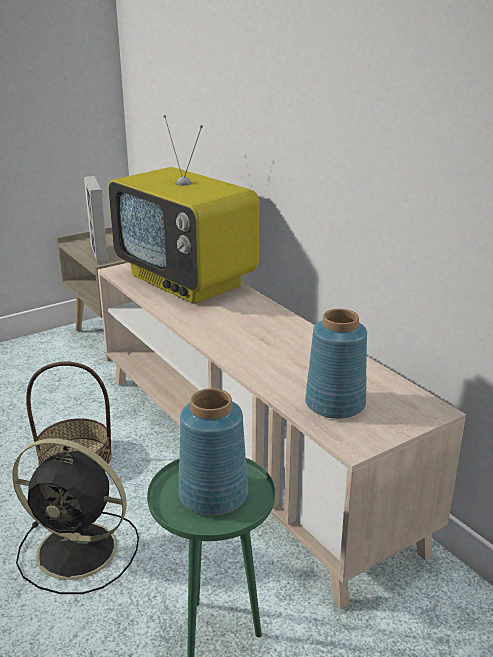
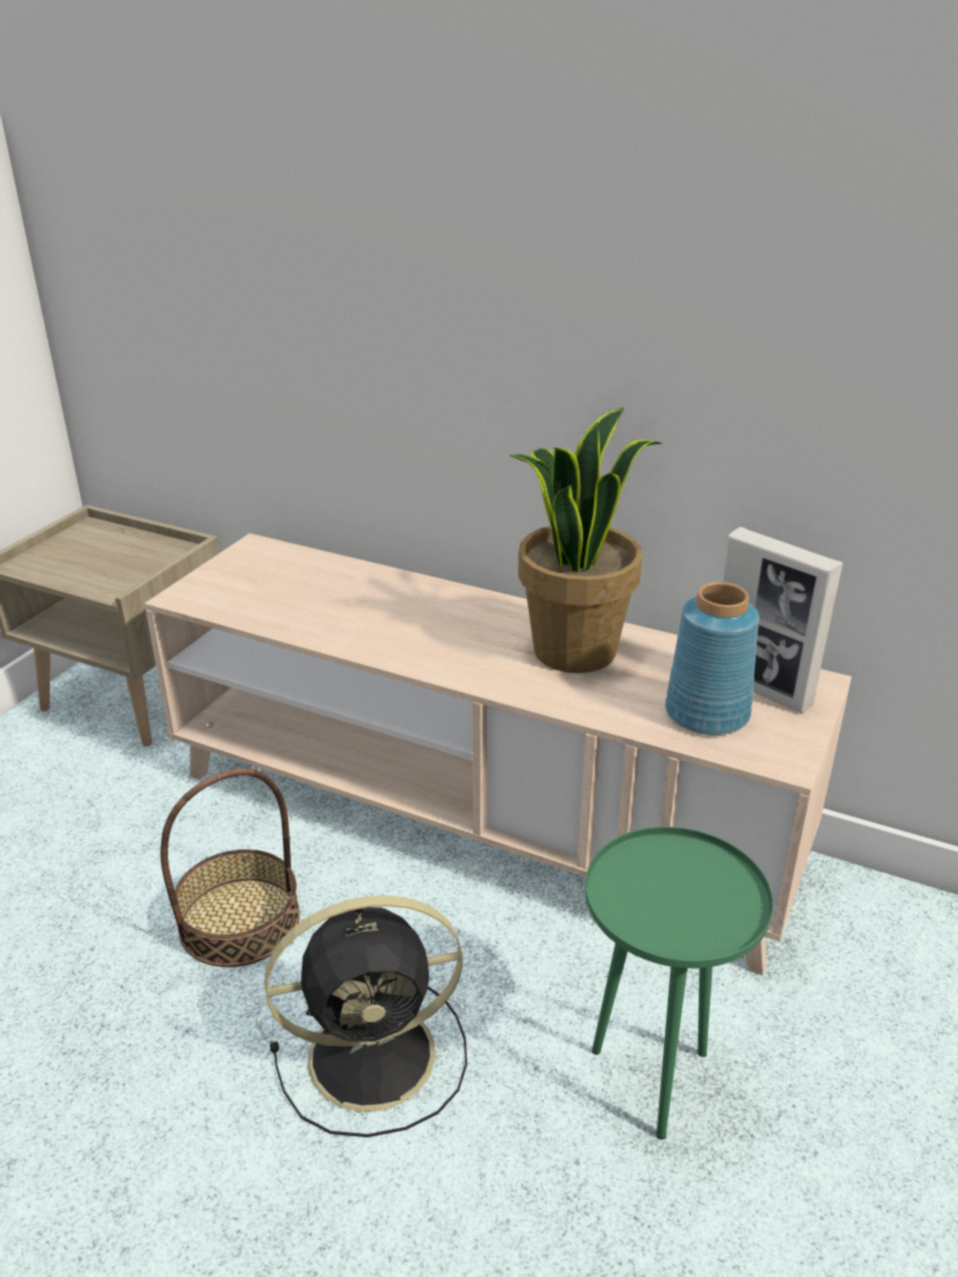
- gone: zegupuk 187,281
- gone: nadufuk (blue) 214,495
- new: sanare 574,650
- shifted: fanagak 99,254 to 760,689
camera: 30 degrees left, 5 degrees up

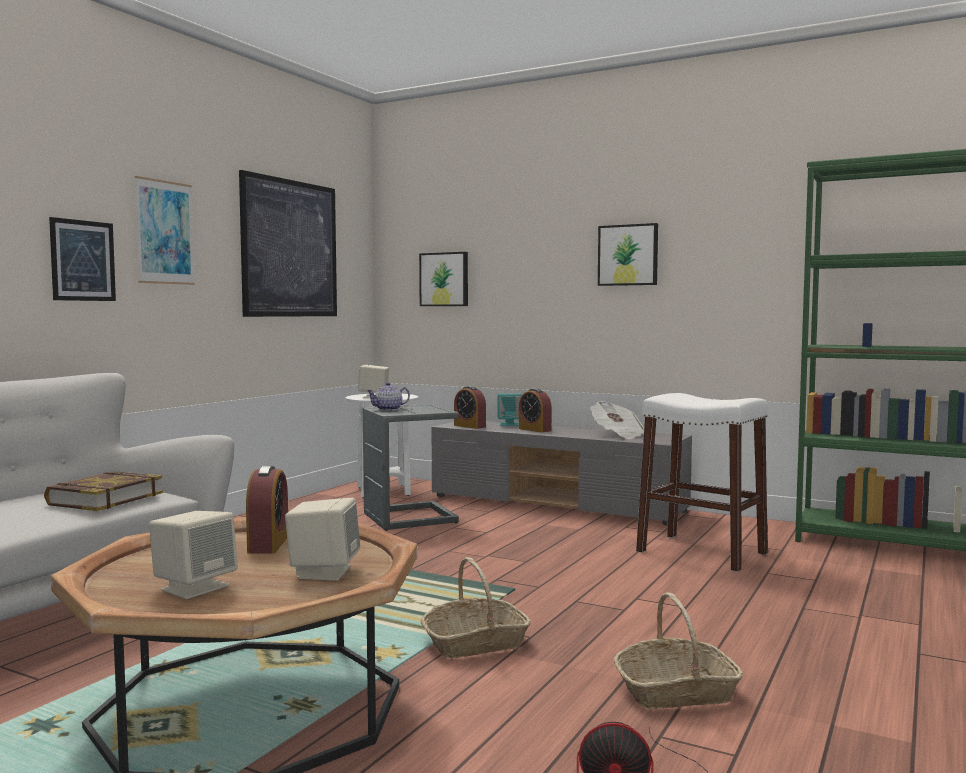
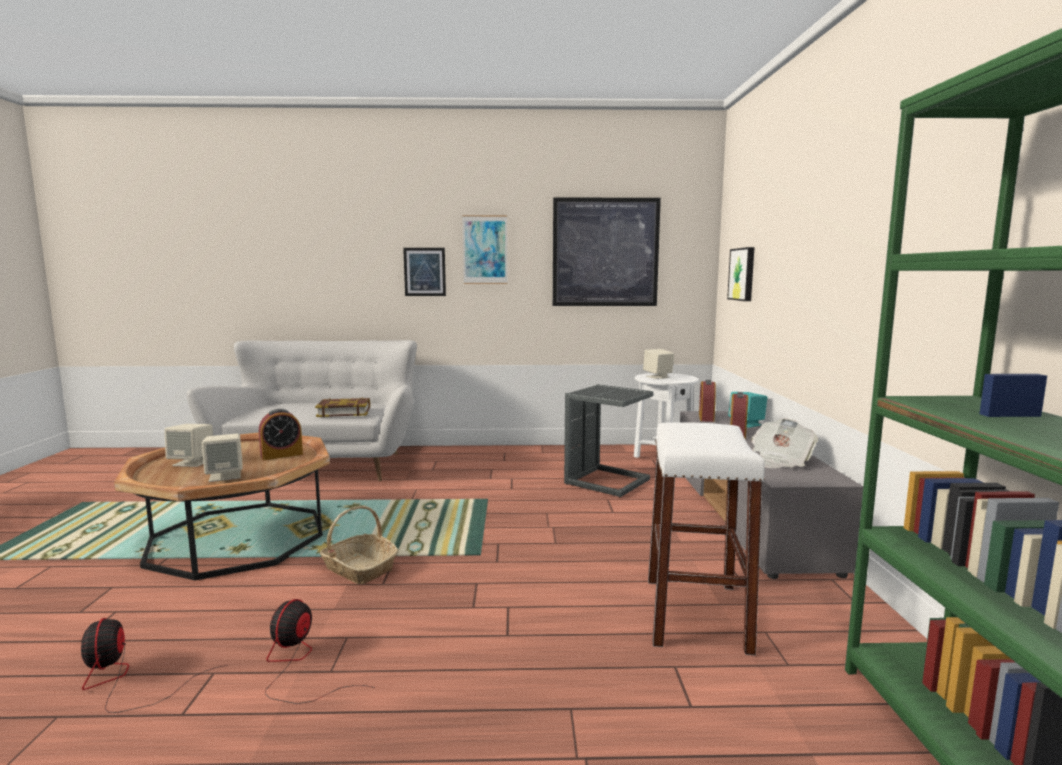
- gone: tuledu 388,409
- gone: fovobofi 628,255
- swapped: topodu 676,691 to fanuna 298,665
camera: 60 degrees right, 5 degrees up

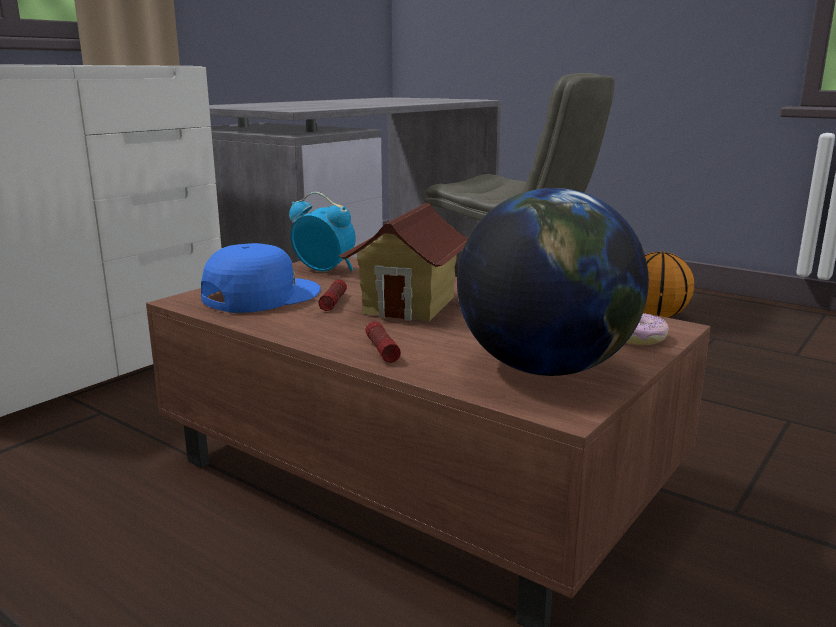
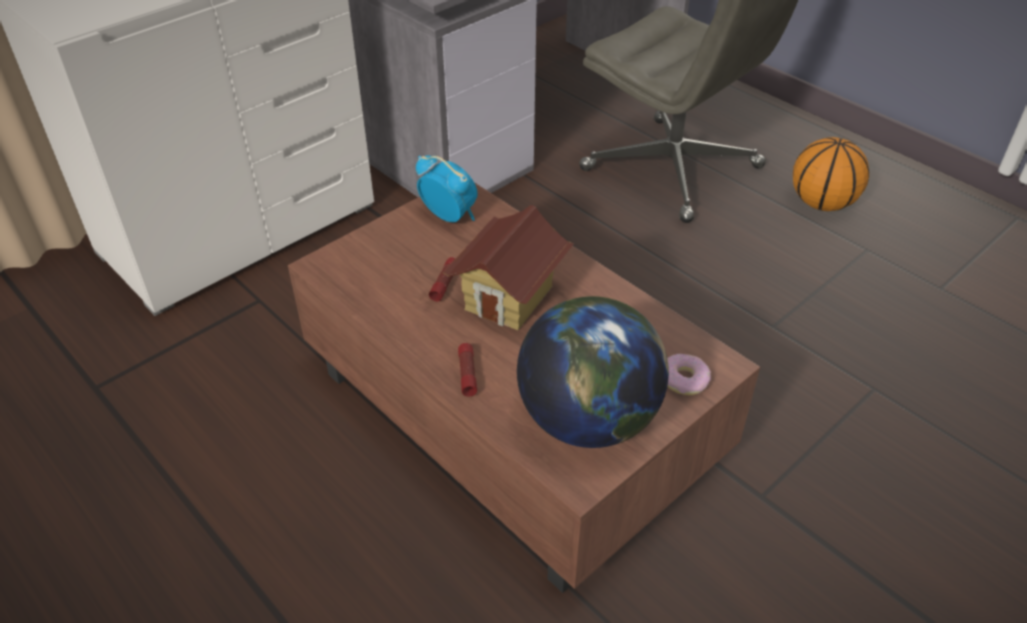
- gone: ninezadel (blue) 260,295
camera: 10 degrees right, 25 degrees up

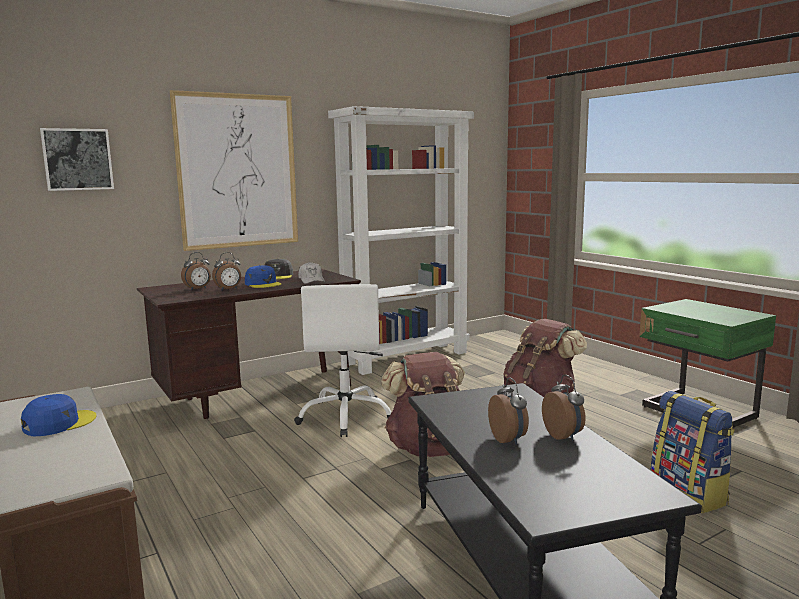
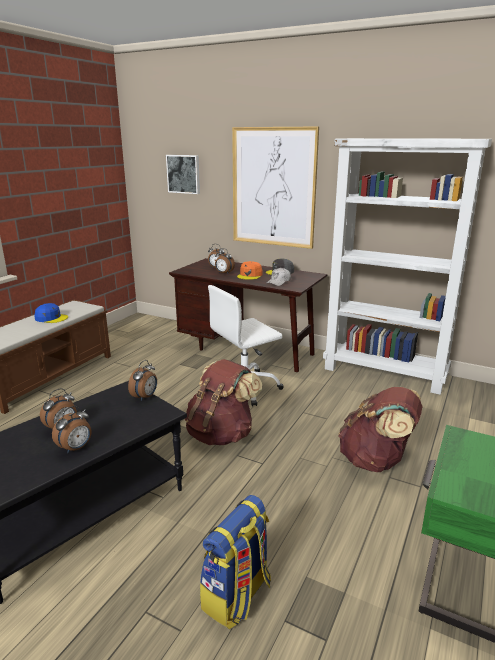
- new: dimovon 145,397
- repainted: ninezadel (blue) 263,284 to ninezadel (orange) 250,275
camera: 60 degrees right, 10 degrees up

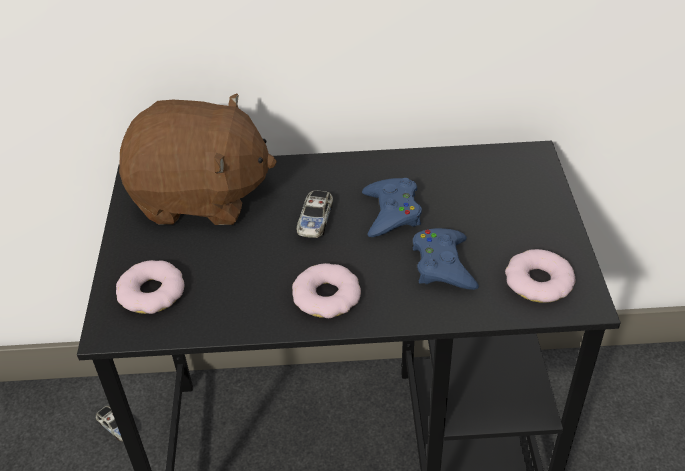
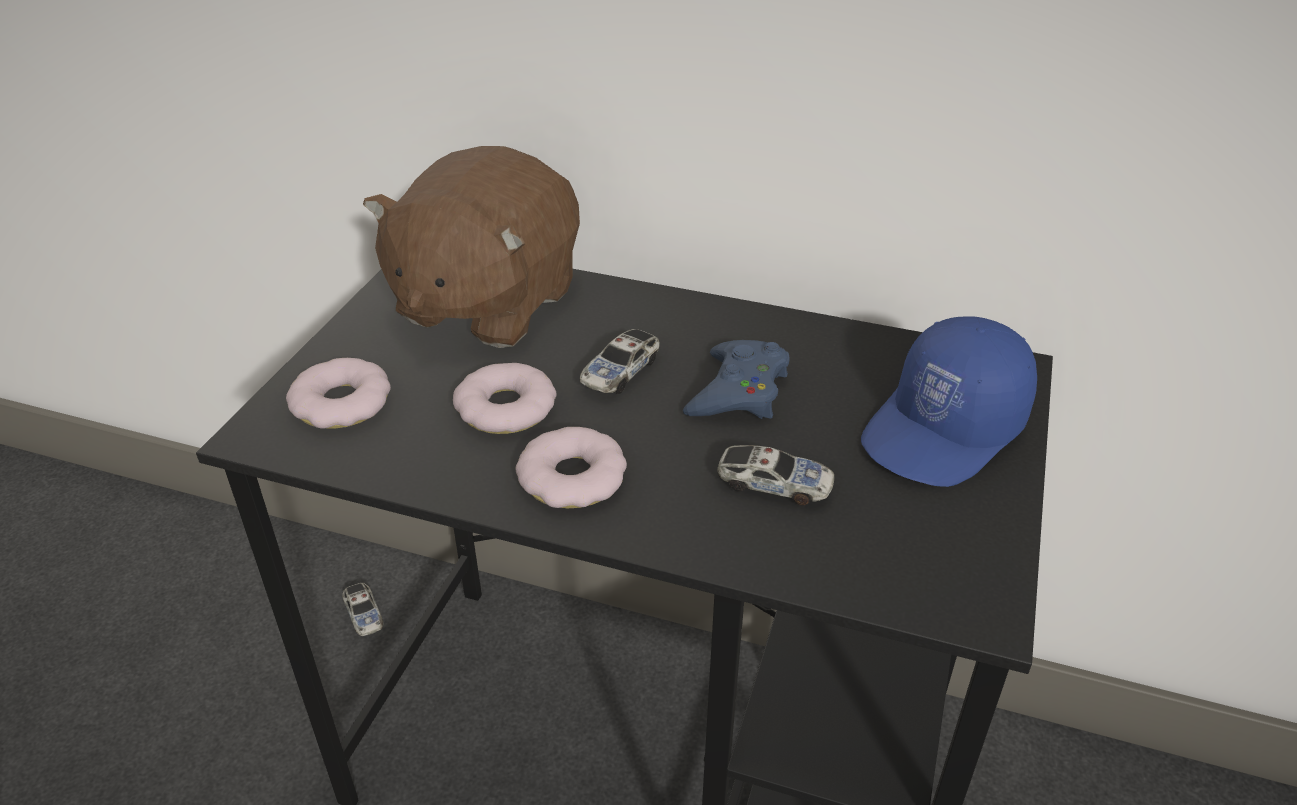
- new: ninezadel (blue) 945,431
- shifted: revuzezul 538,282 to 505,408
- swapped: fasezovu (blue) 443,265 to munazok 774,485
- rotated: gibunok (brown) 201,197 = 485,303 90 degrees clockwise
camera: 20 degrees right, 5 degrees down

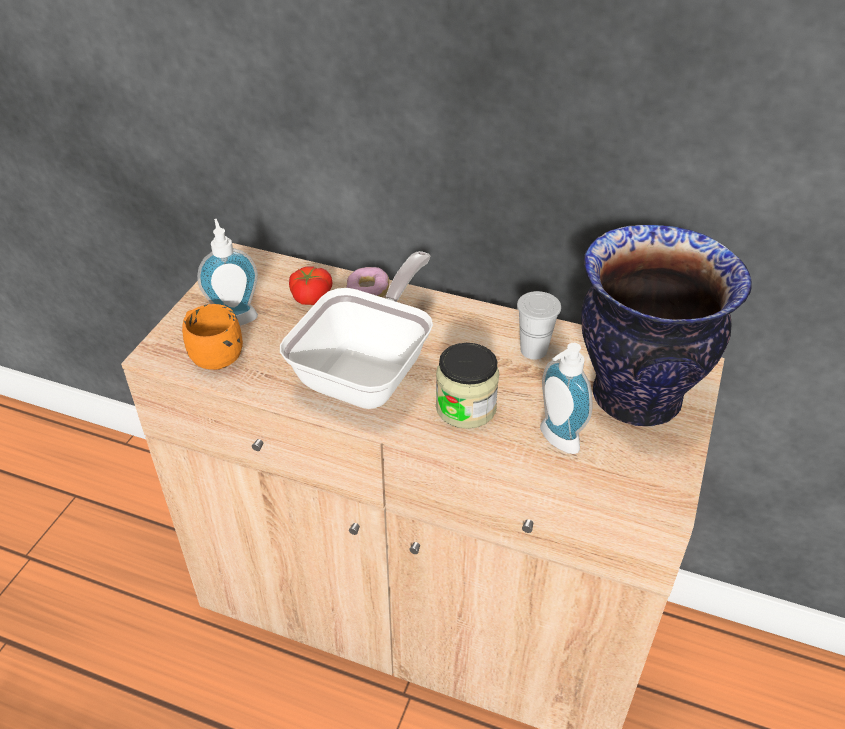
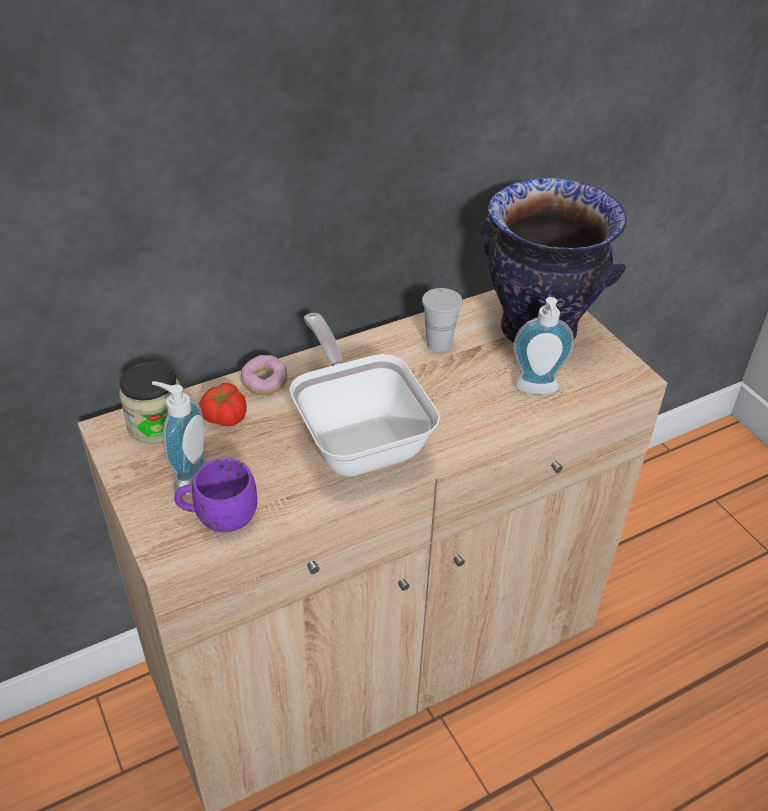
- shifted: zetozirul 466,407 to 157,424
- repainted: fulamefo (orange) 212,354 to fulamefo (purple) 219,517
camera: 50 degrees left, 0 degrees up

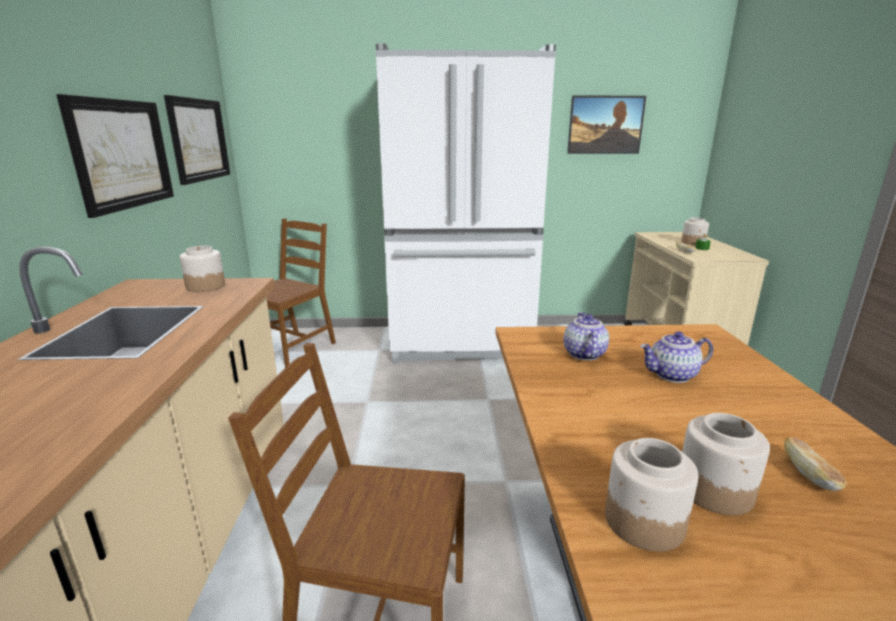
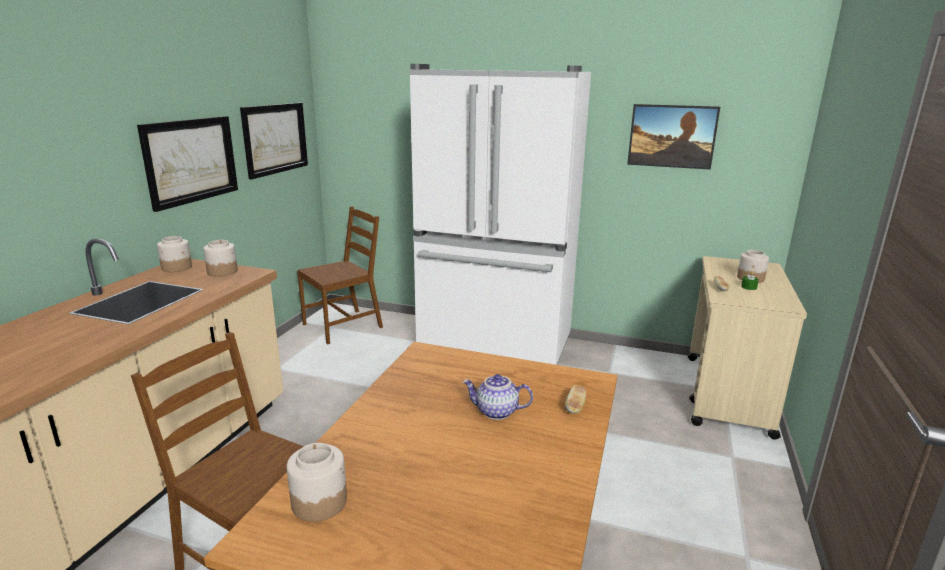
- gone: tuledu 583,354
- shifted: zetozirul 715,490 to 177,267
- shifted: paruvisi 808,475 to 575,407
camera: 20 degrees right, 0 degrees up

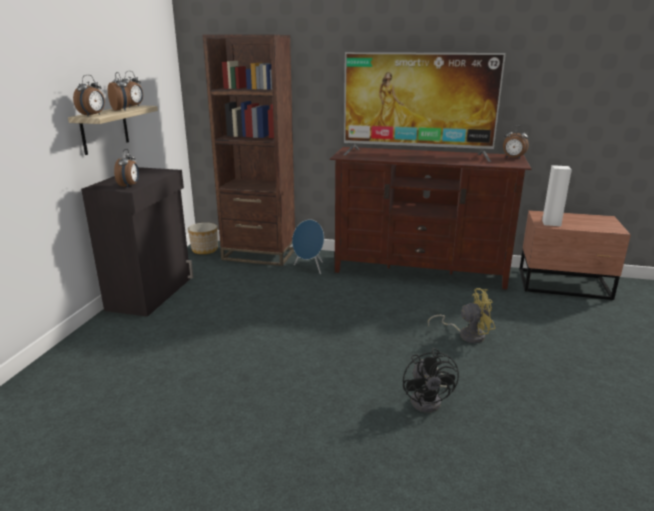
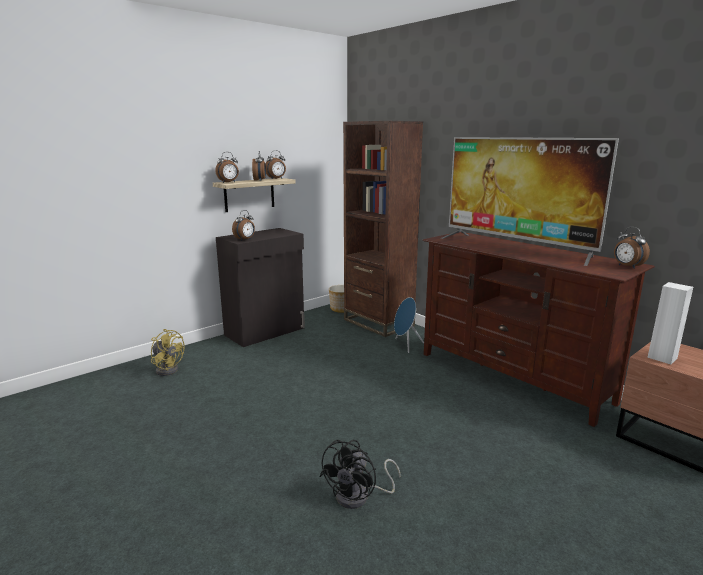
- shifted: fanuna (yellow) 466,334 to 168,369
camera: 35 degrees right, 5 degrees down

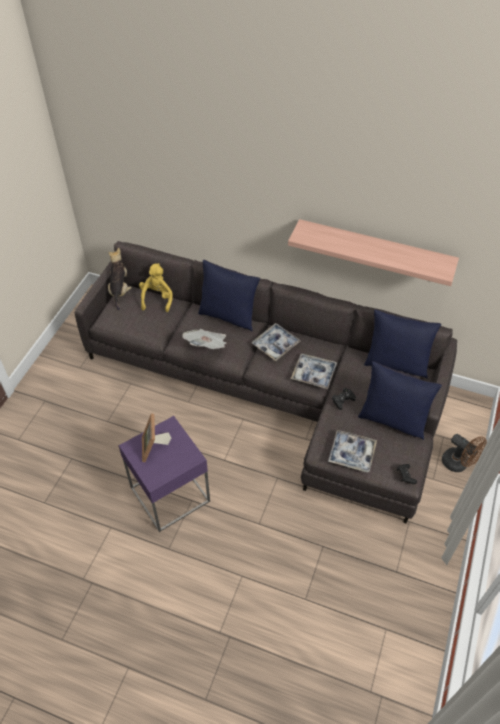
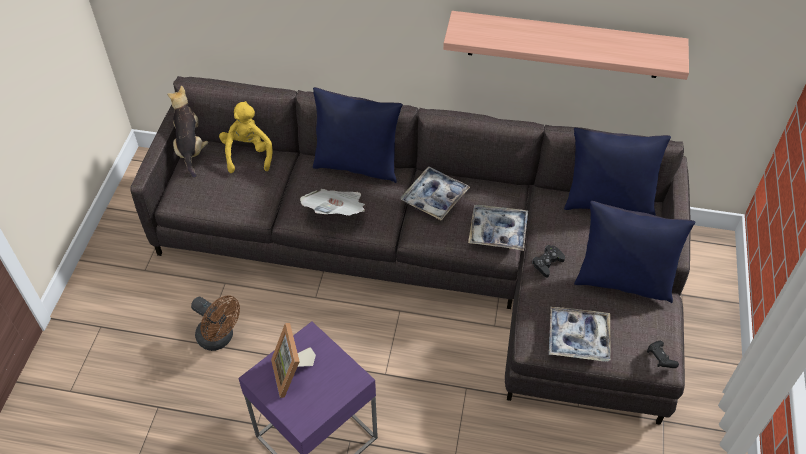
- shifted: fanuna (brown) 458,464 to 220,338
camera: 10 degrees left, 0 degrees up

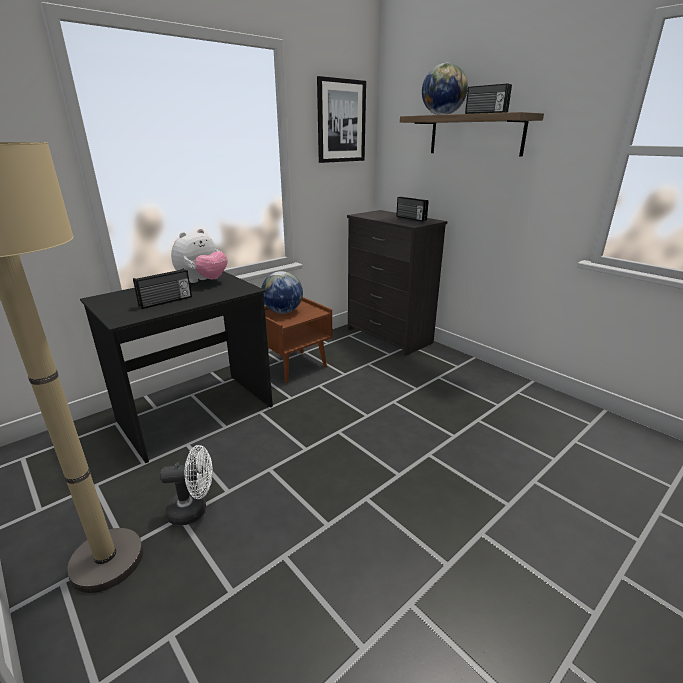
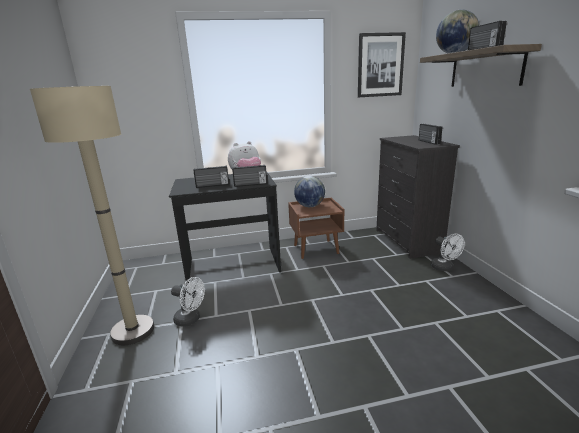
- new: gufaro 250,184
- new: fanuna (white) 444,268
camera: 30 degrees right, 5 degrees down

